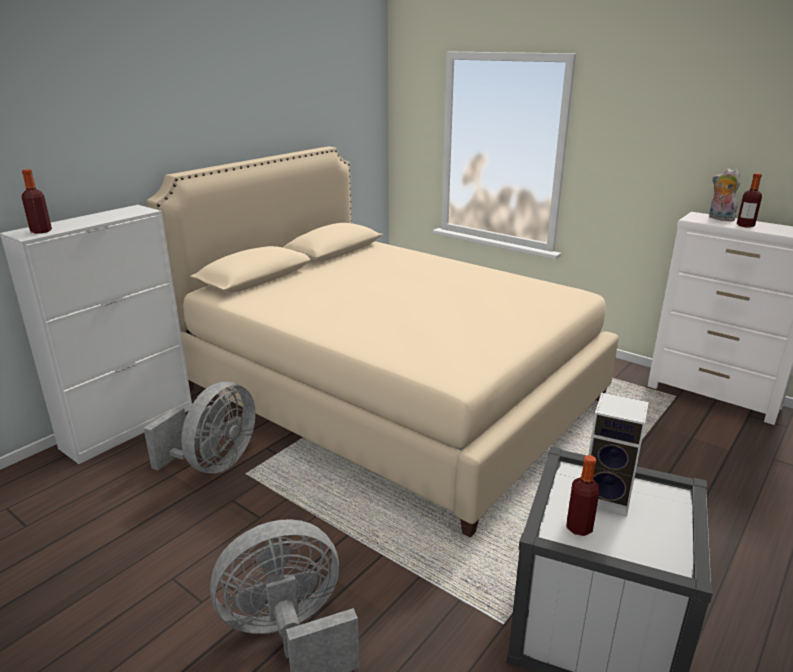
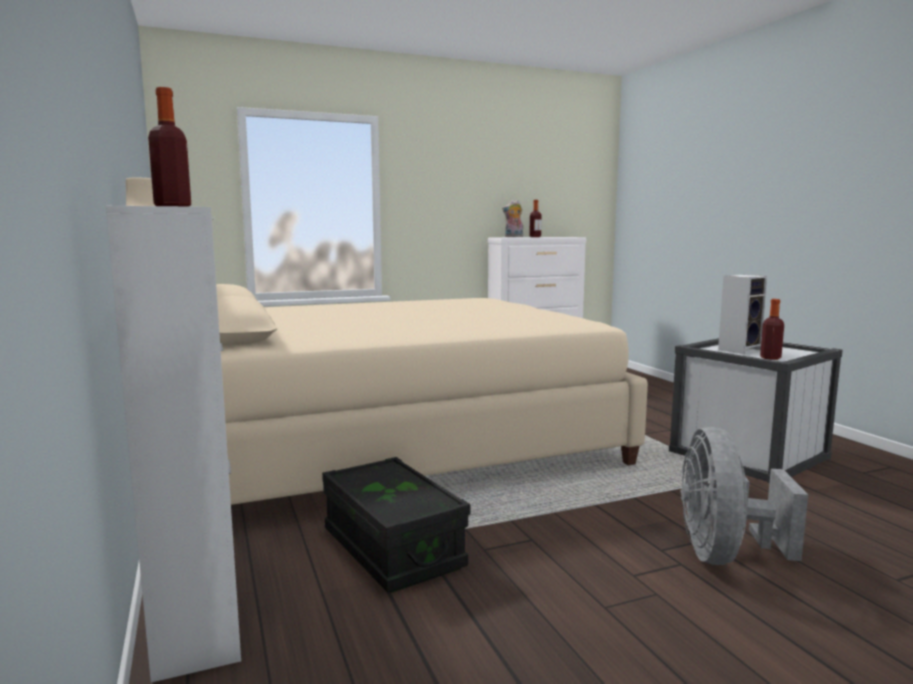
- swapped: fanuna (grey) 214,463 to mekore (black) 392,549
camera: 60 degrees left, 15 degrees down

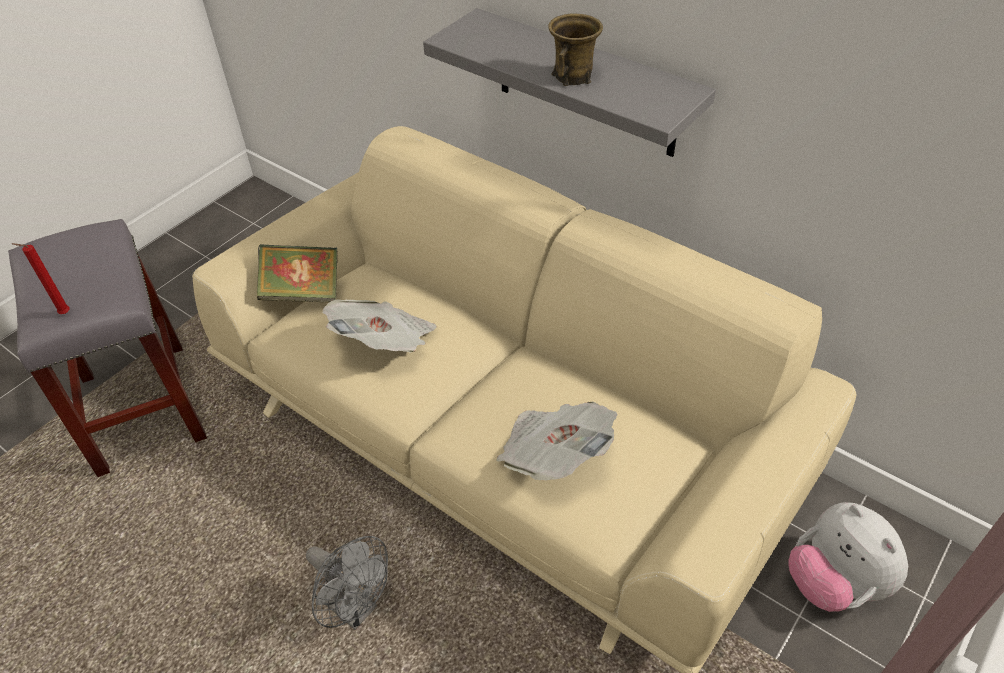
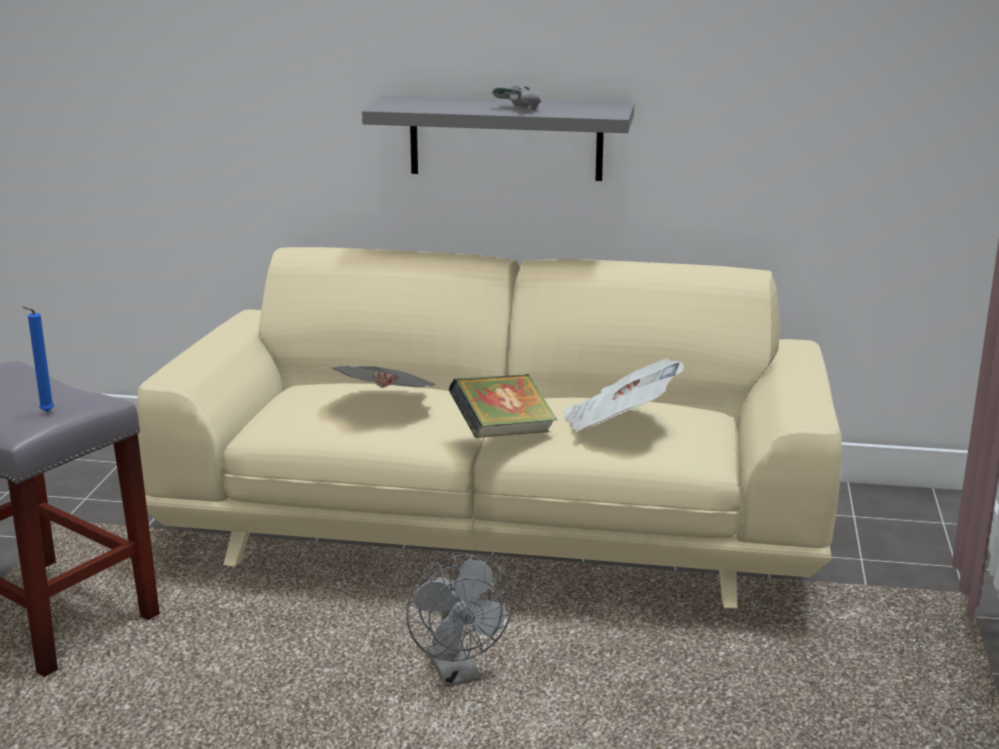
- gone: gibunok 834,582
- shifted: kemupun 303,292 to 502,433
- swapped: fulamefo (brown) 574,76 to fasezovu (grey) 518,109
- repainted: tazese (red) 63,314 to tazese (blue) 45,413
- rotated: fanuna (grey) 355,608 = 458,674 60 degrees clockwise
camera: 30 degrees left, 25 degrees down

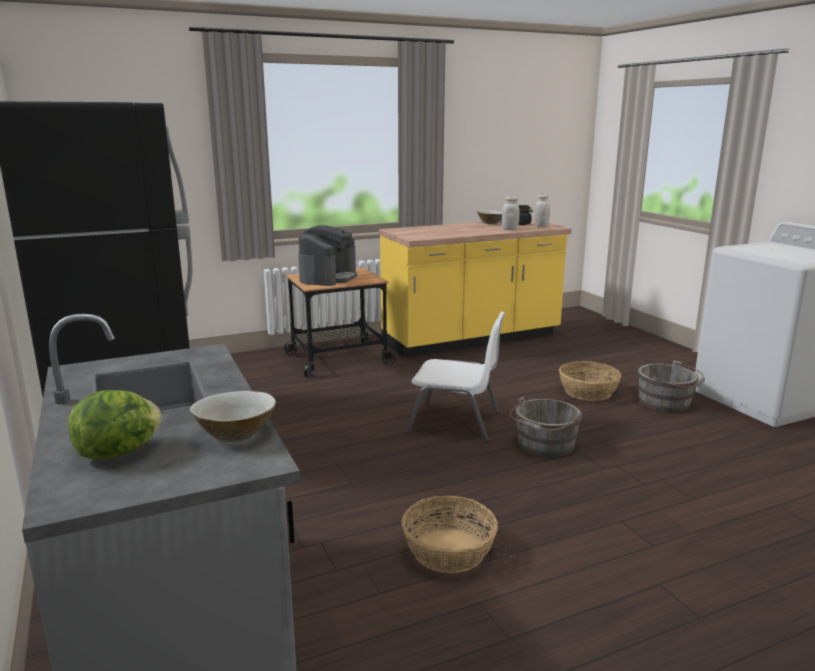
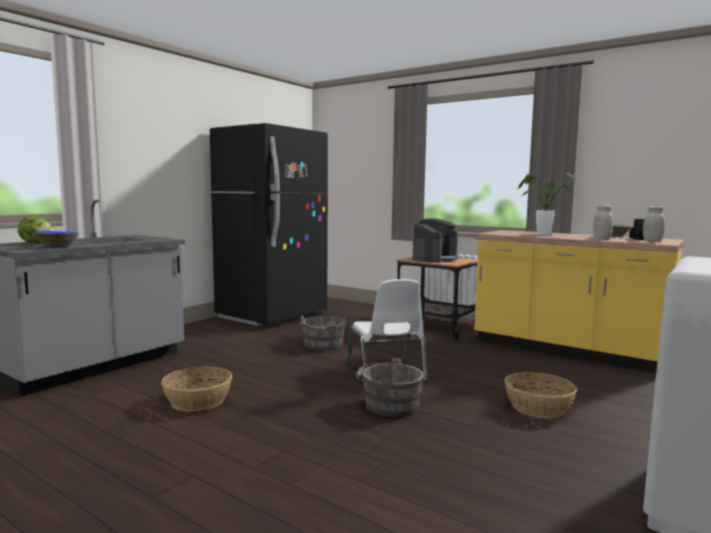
- new: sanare 539,235
- shifted: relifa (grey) 667,403 to 322,345
- repainted: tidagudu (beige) 236,434 to tidagudu (blue) 57,247
- rotated: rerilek 328,277 = 435,259 45 degrees counterclockwise
camera: 60 degrees right, 10 degrees down

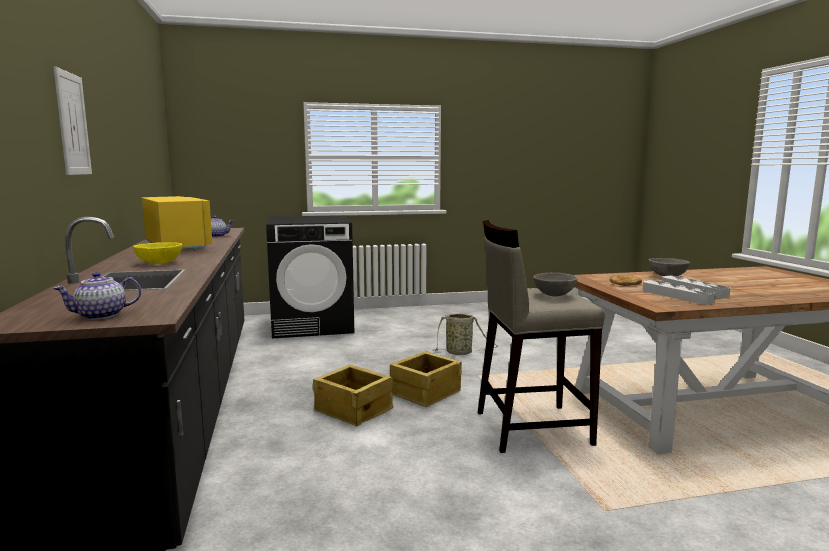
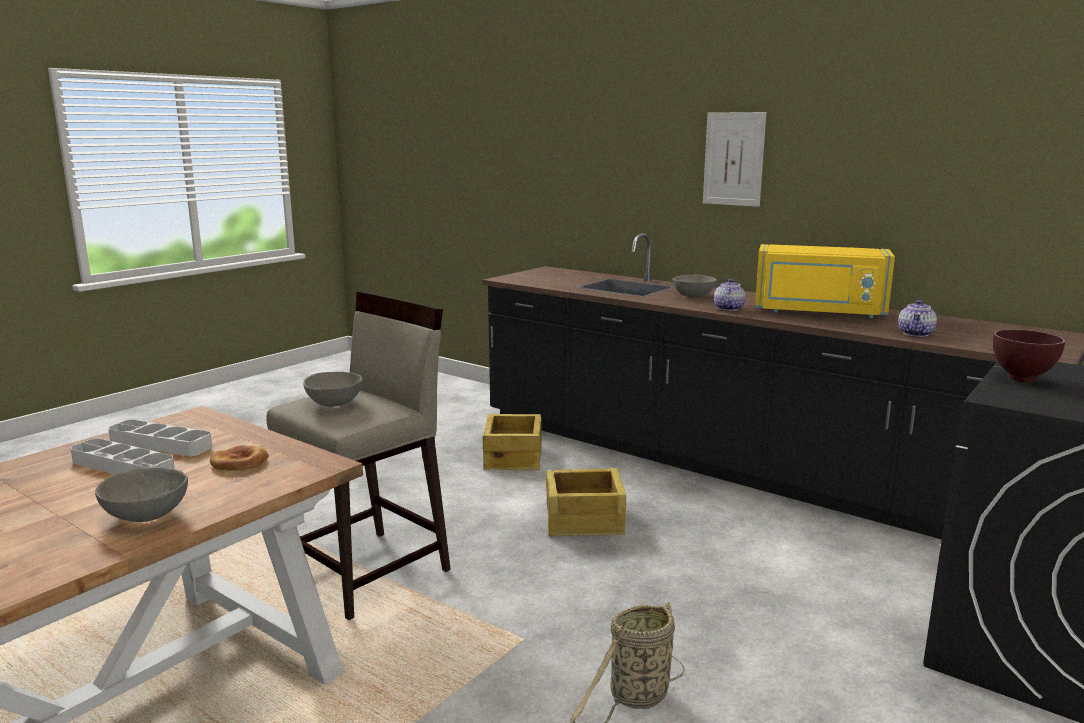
- new: tidagudu (brown) 1020,379
- shifted: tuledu 101,316 to 728,308
- shifted: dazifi 424,392 to 514,457
- repainted: tidagudu (yellow) 160,263 to tidagudu (grey) 693,296
camera: 140 degrees right, 5 degrees up

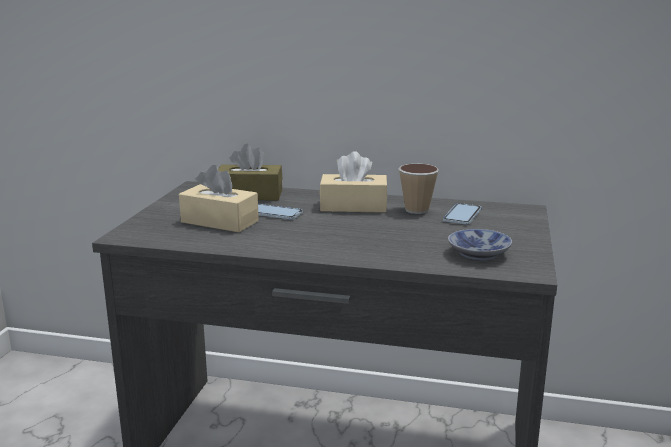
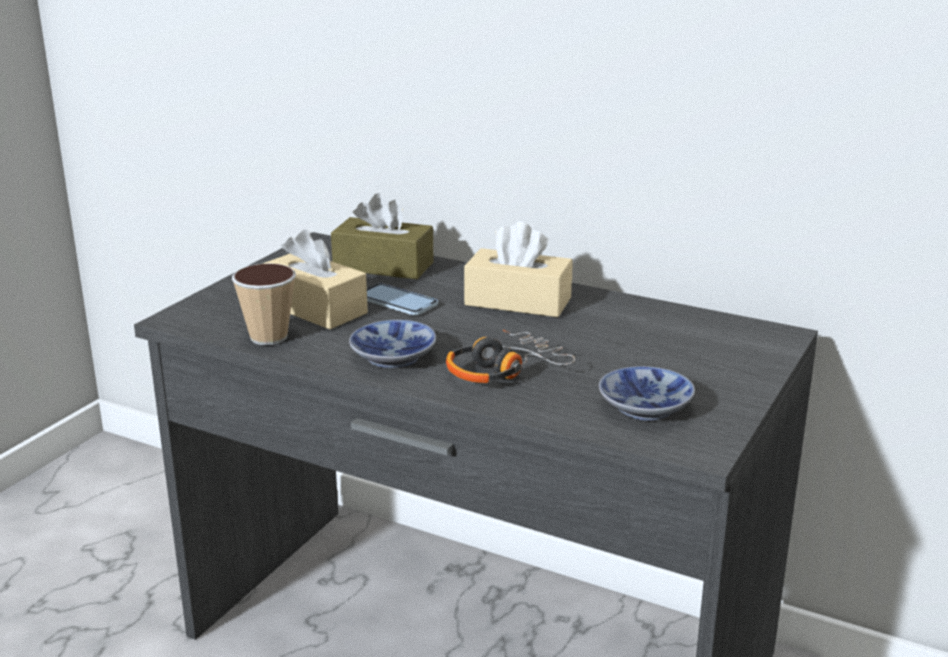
- gone: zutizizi 462,215
- new: tidagudu 394,356
- new: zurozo 504,370
- shifted: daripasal 417,210 to 269,337
camera: 15 degrees right, 5 degrees up

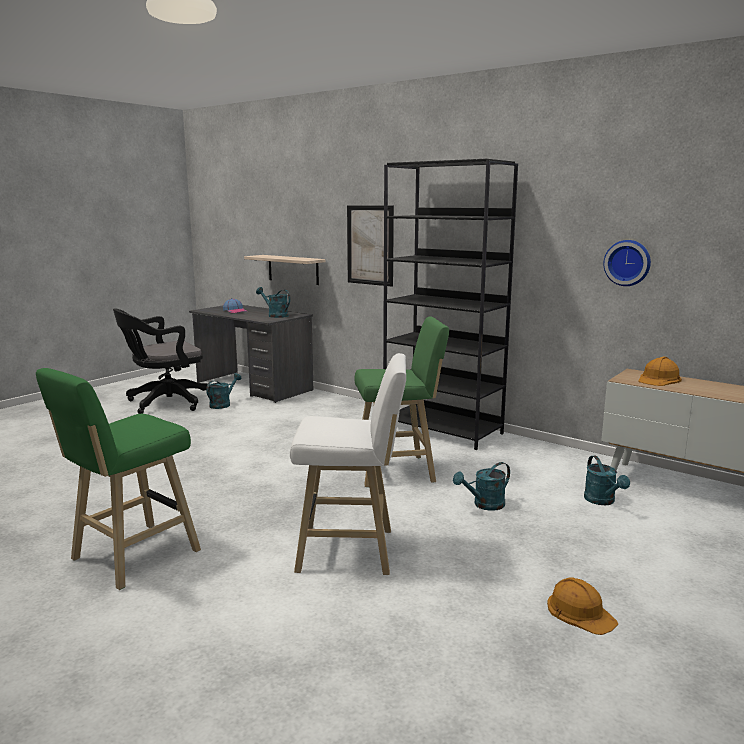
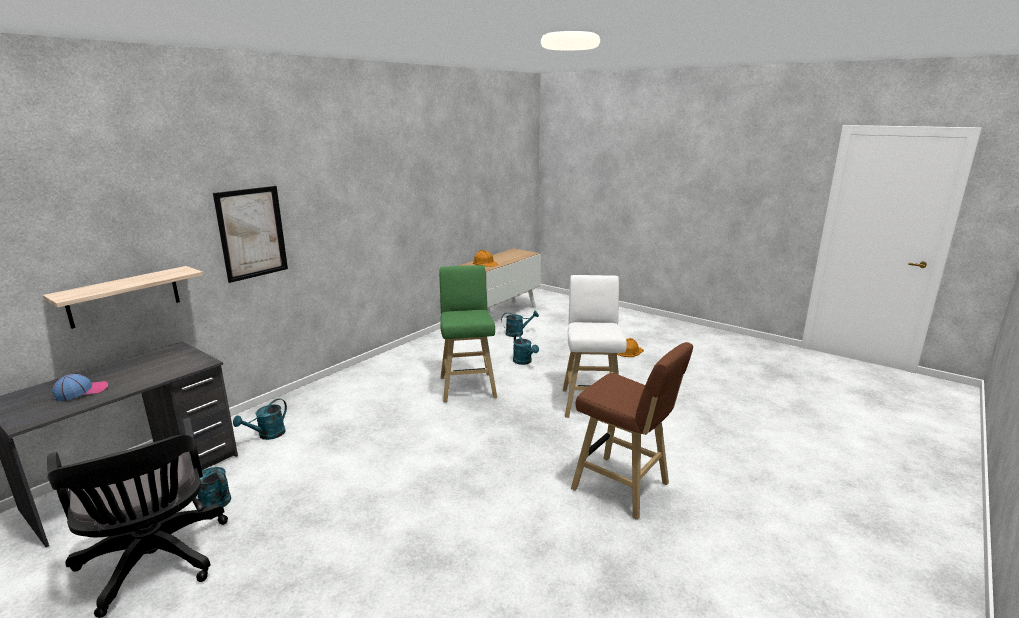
- gone: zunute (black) 443,430
- gone: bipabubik 628,262
- shifted: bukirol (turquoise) 275,315 to 267,435
- repainted: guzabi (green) 131,557 to guzabi (brown) 624,488
camera: 90 degrees left, 5 degrees up

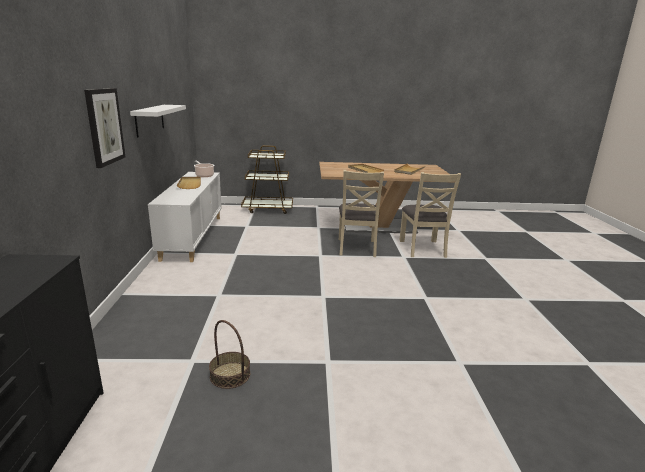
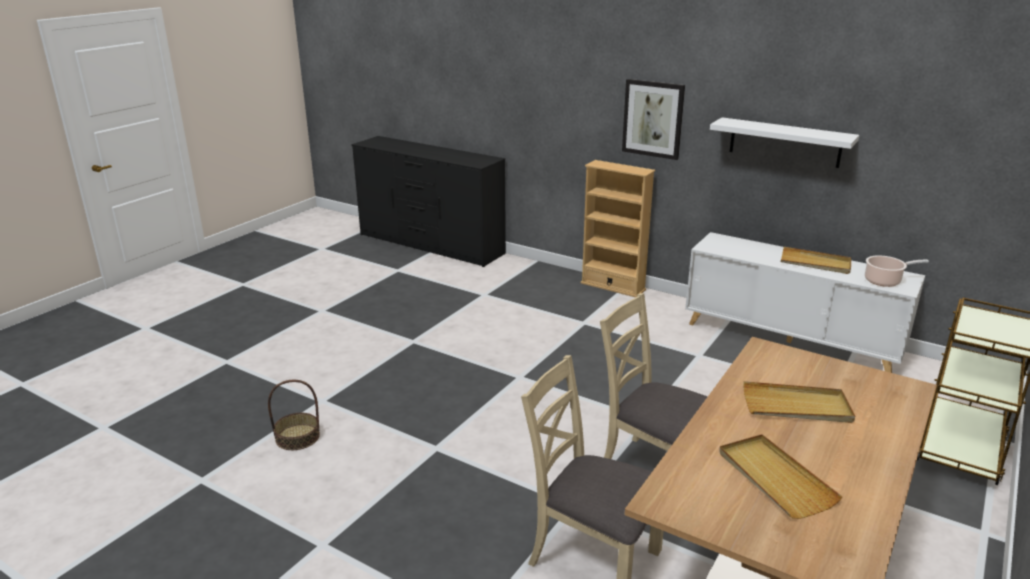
- new: zunute (beige) 613,286
- shifted: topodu 230,375 to 297,437
camera: 125 degrees right, 5 degrees up

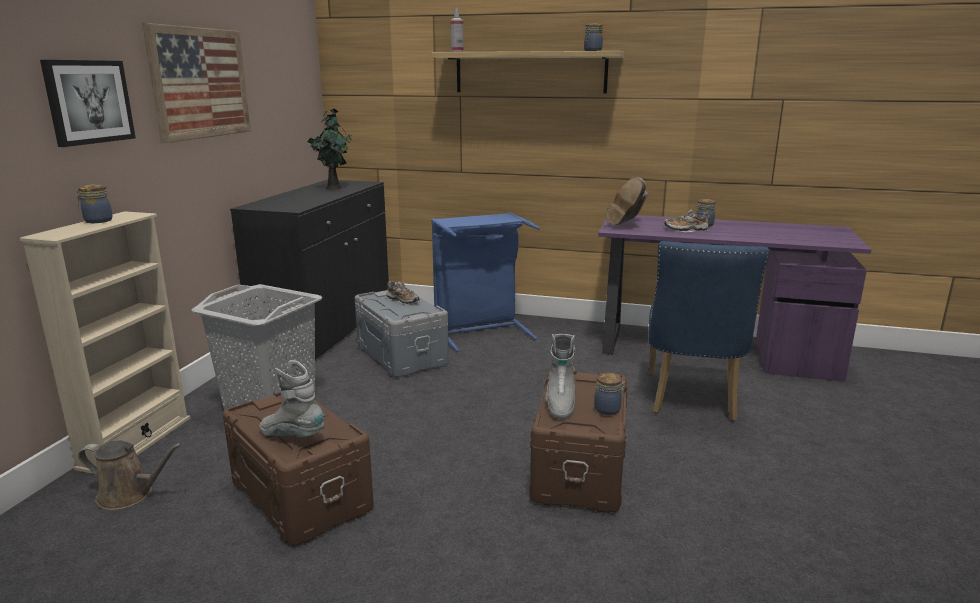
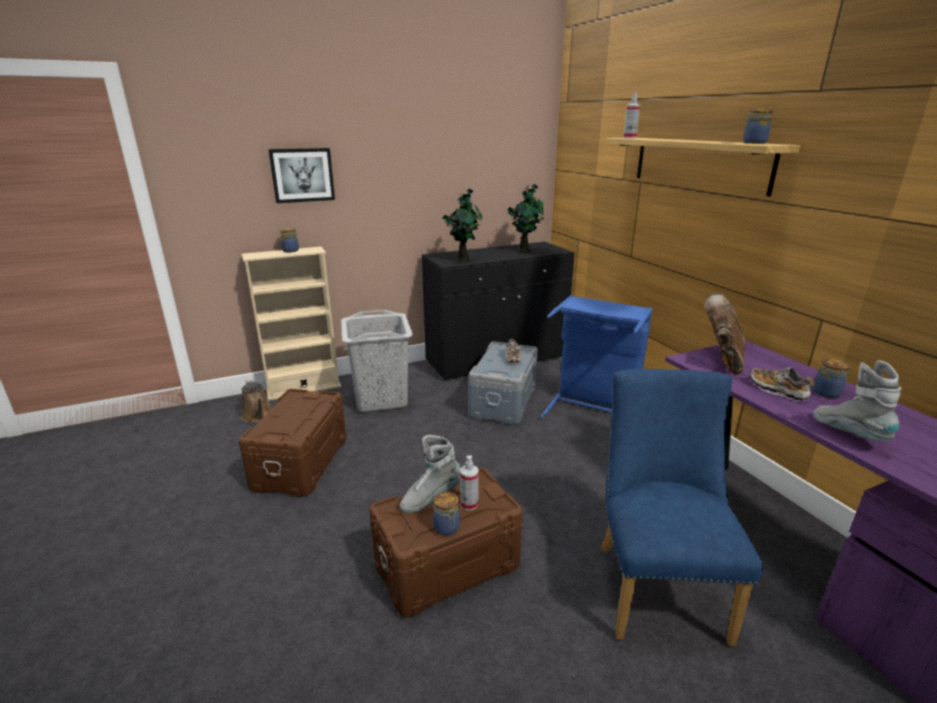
- gone: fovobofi 200,83
- new: sanare 463,260
- new: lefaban 469,504
- shifted: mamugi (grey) 293,436 to 848,433
- rotated: mamugi (brown) 627,225 = 722,359 120 degrees clockwise
- rotated: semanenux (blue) 691,400 = 656,583 120 degrees clockwise
camera: 50 degrees right, 5 degrees up

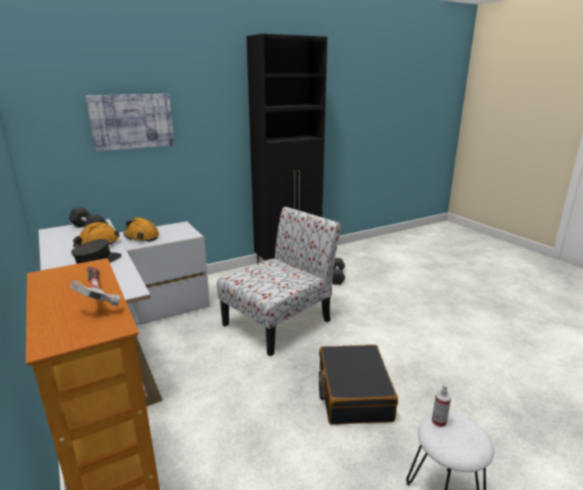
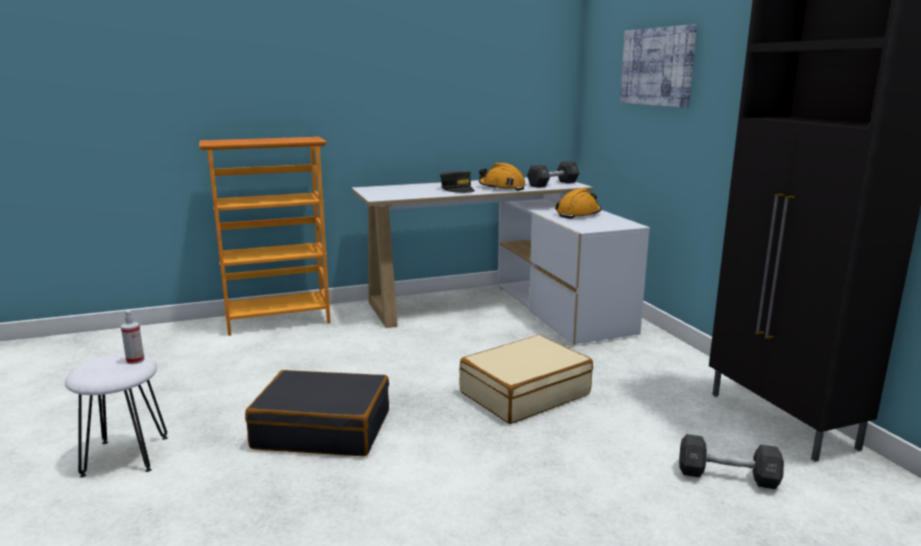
- gone: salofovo 96,295
- swapped: semanenux 279,322 to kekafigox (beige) 524,393
camera: 100 degrees right, 5 degrees down

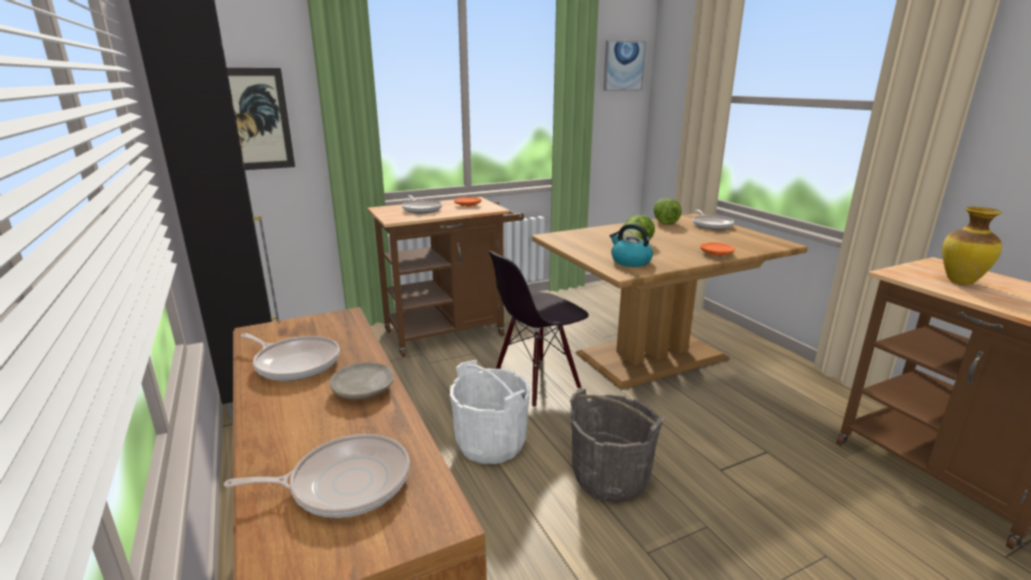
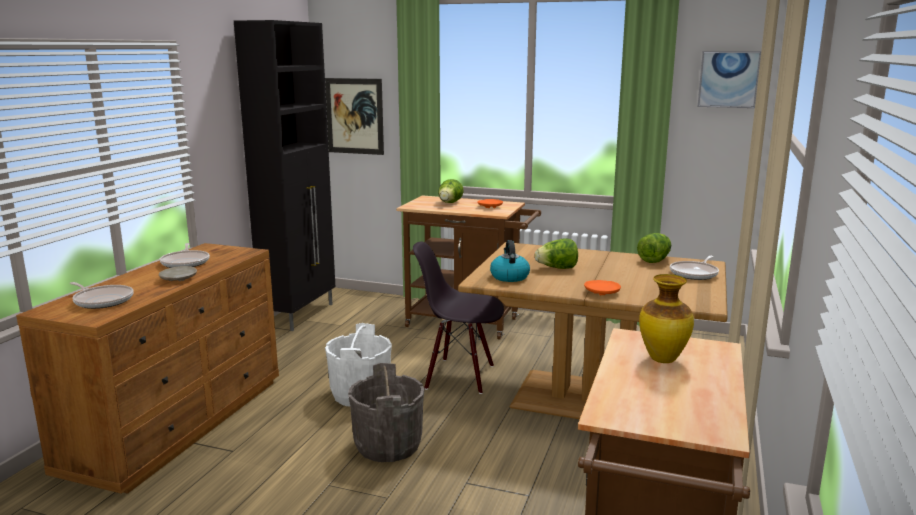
- swapped: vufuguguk 421,209 to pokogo 449,203
camera: 45 degrees right, 5 degrees down

